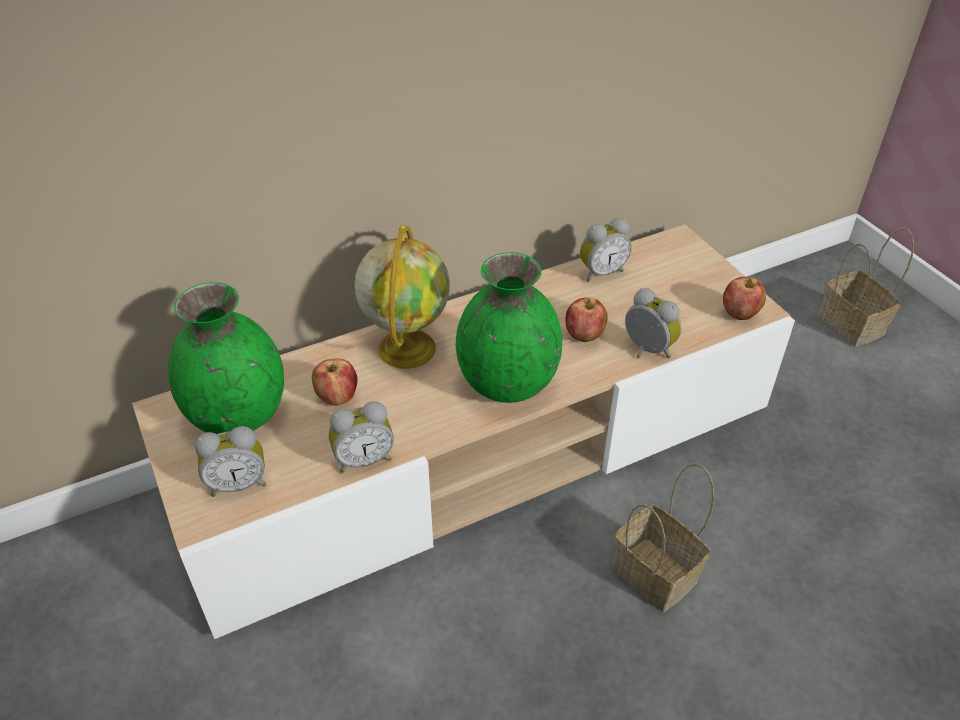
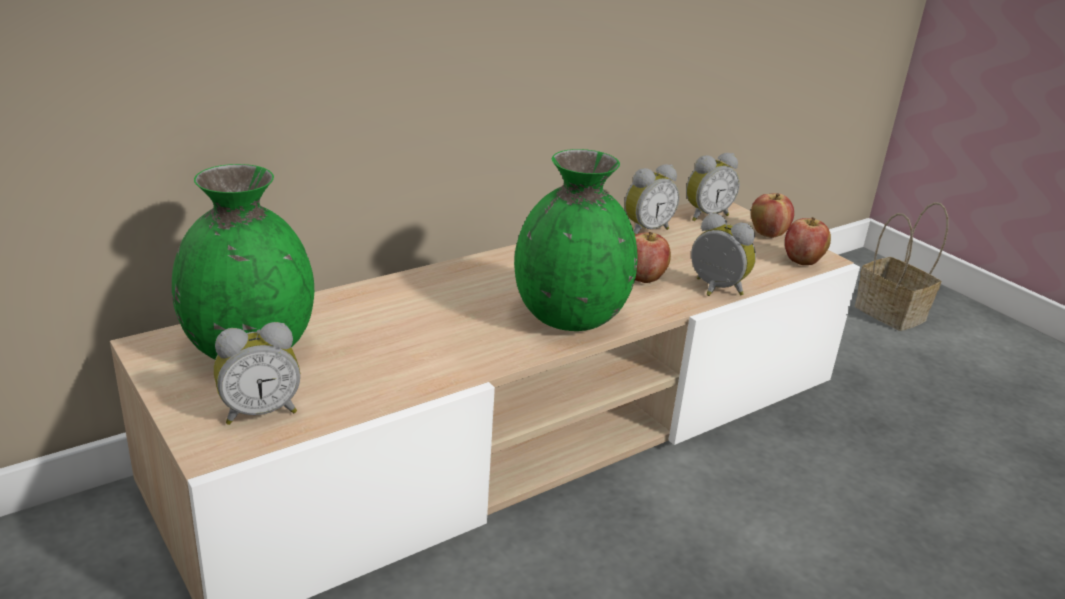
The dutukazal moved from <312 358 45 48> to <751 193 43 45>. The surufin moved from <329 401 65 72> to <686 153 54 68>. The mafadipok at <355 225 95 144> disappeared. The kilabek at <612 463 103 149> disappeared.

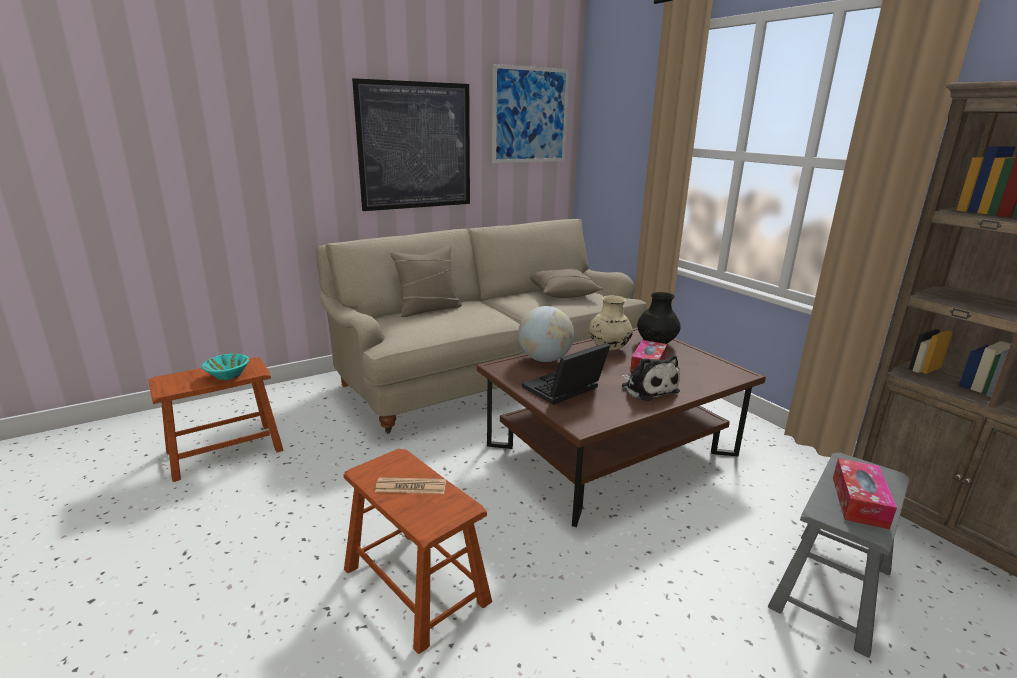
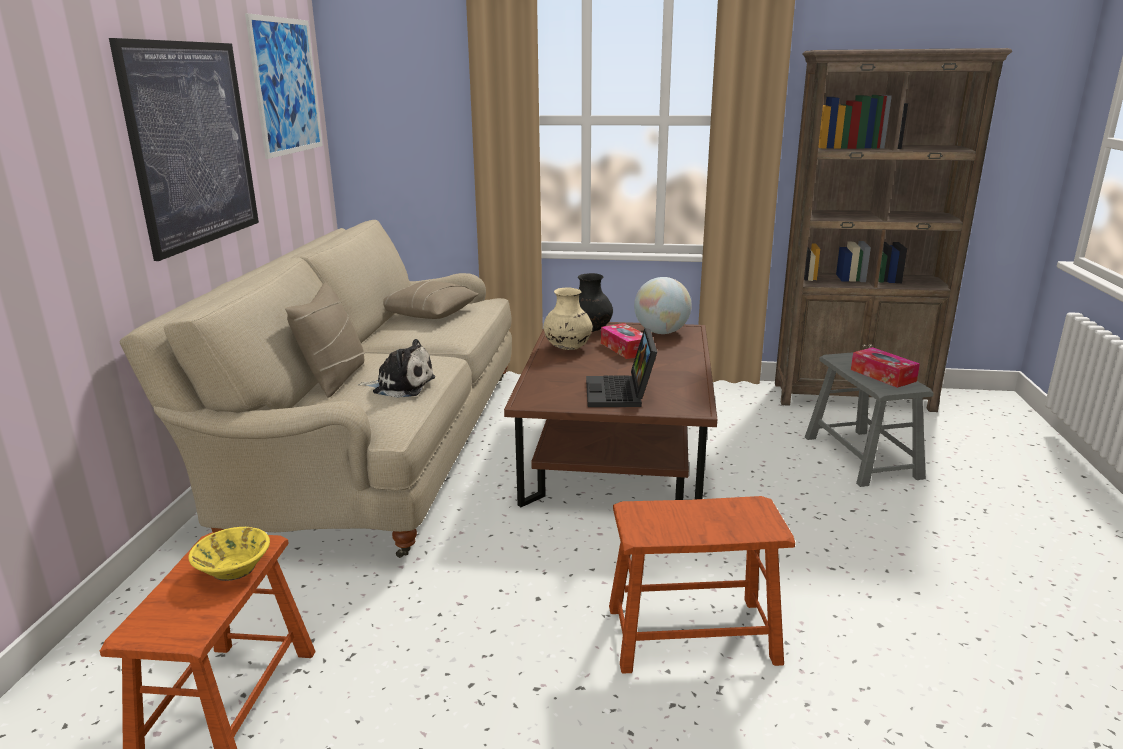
The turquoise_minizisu at <202 354 47 26> became the yellow_minizisu at <188 527 82 54>. The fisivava at <375 477 71 17> disappeared. The mafadipok moved from <518 306 56 56> to <634 277 58 57>. The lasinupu moved from <621 355 59 46> to <358 339 77 59>.

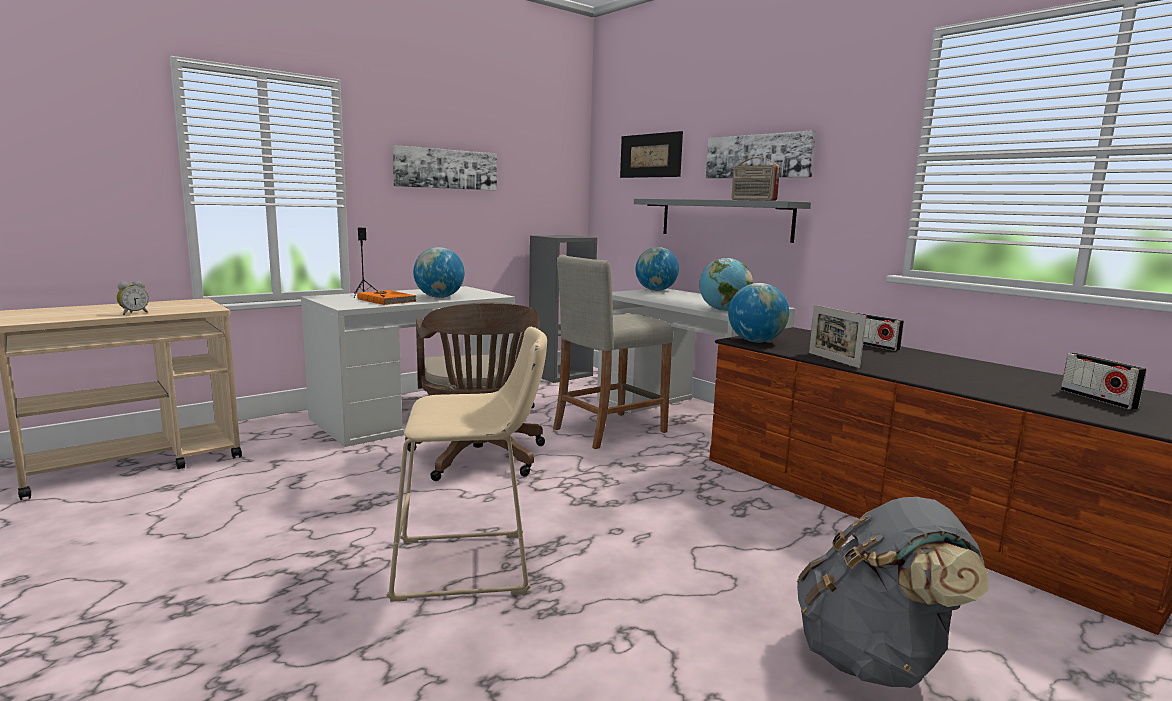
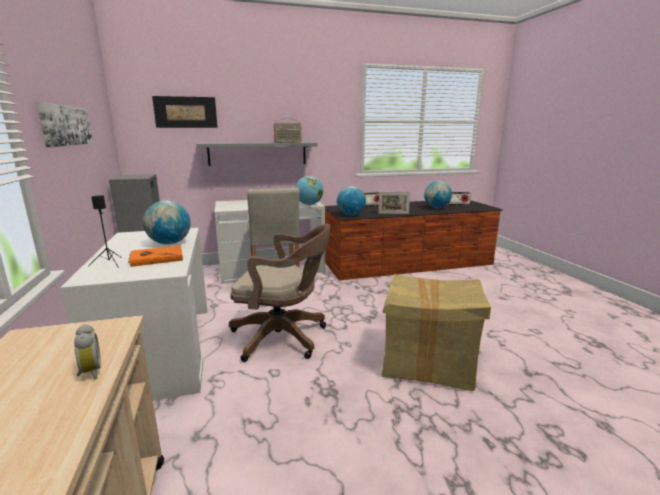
The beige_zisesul at <386 327 161 275> was replaced by the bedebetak at <381 274 110 117>. The mafadipok moved from <636 247 43 44> to <424 181 28 27>. The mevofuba at <706 130 110 49> disappeared. The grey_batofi at <797 497 192 191> disappeared.

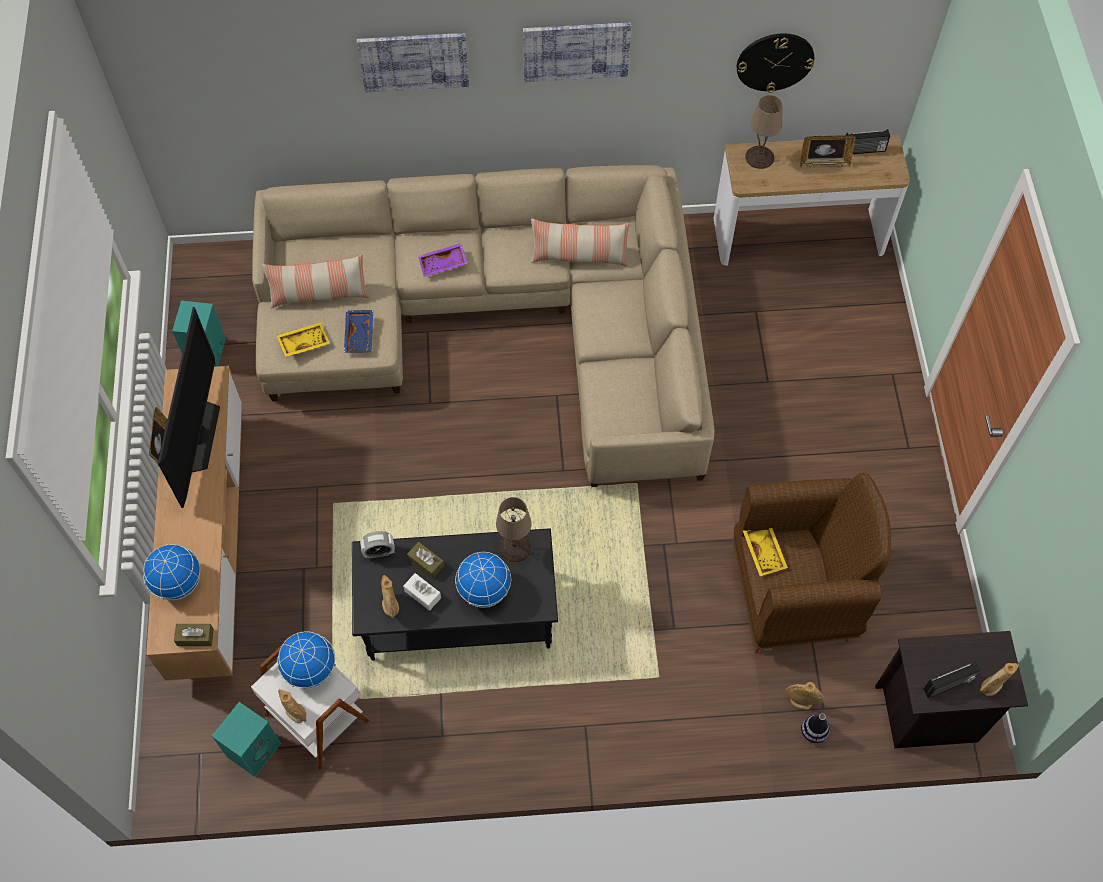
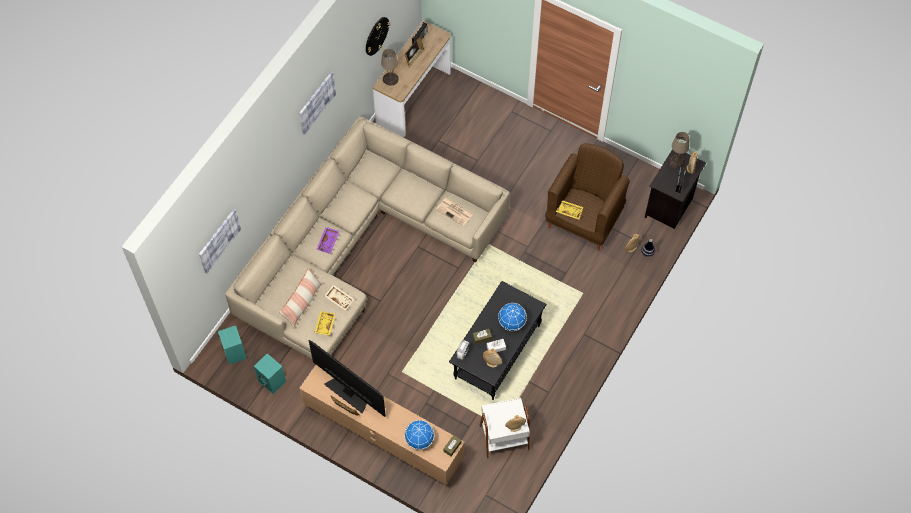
The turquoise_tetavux moved from <212 702 69 75> to <218 325 29 40>. The mafadipok at <277 631 58 58> disappeared. The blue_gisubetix at <344 310 29 43> became the beige_gisubetix at <325 285 29 26>. The mevofuba moved from <357 33 112 59> to <199 209 42 64>. The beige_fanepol moved from <496 497 36 65> to <668 132 21 36>. The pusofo at <531 218 99 49> disappeared. The fisivava at <436 198 37 28> appeared.

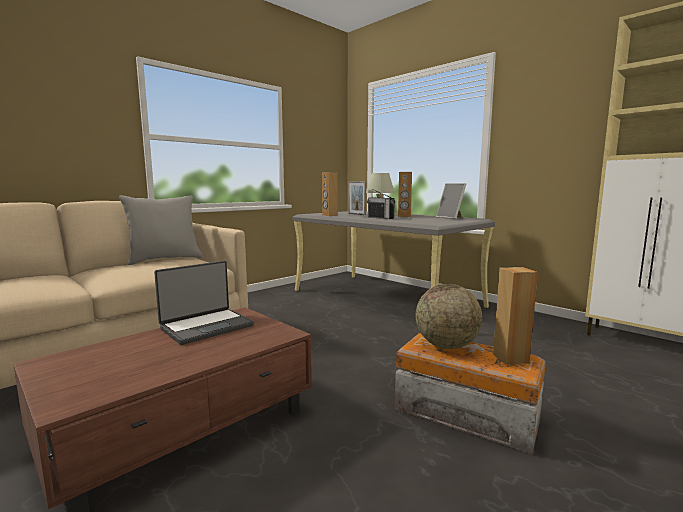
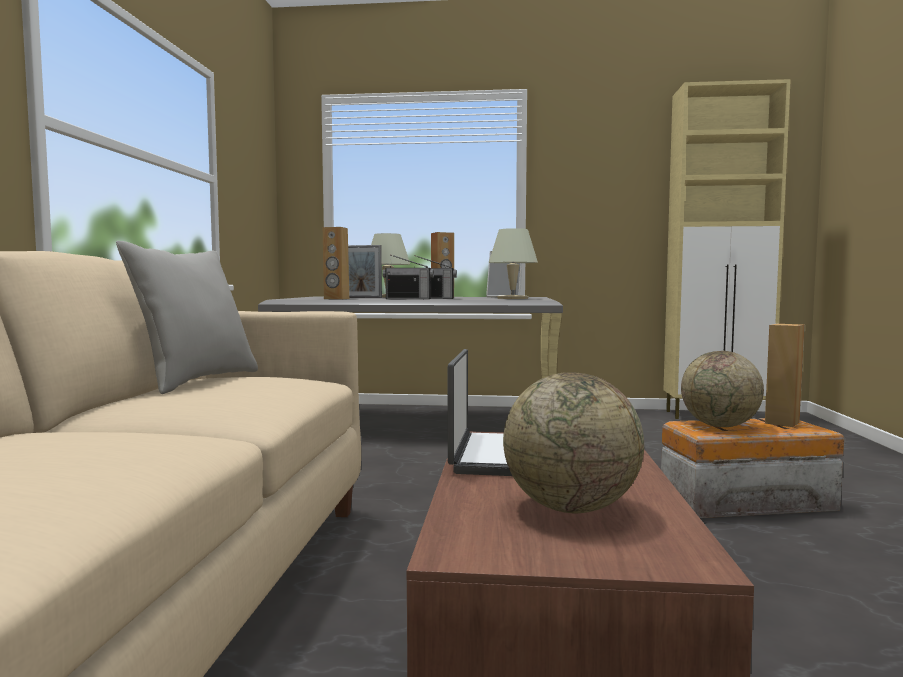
The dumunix at <382 255 52 44> appeared. The beige_fanepol at <488 228 50 71> appeared. The mafadipok at <503 372 141 141> appeared.

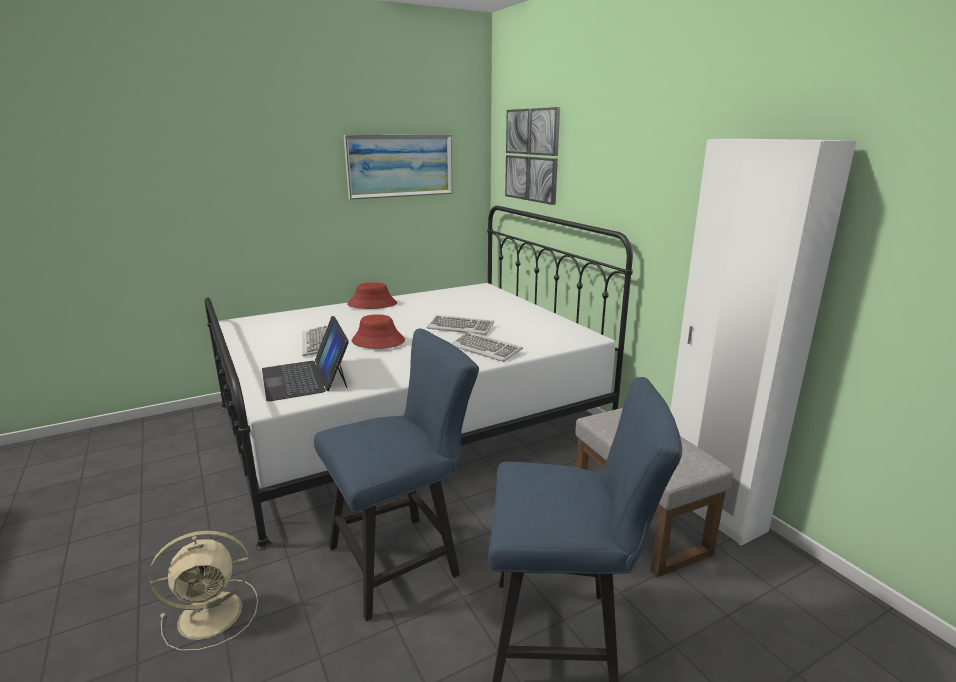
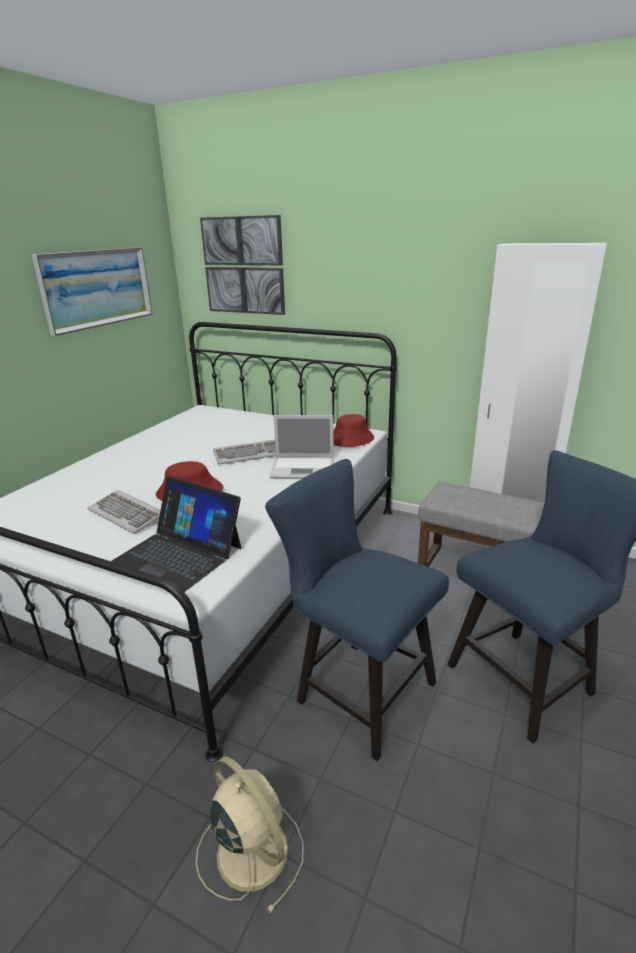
The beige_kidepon at <149 530 109 121> turned 75 degrees counterclockwise. The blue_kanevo at <314 328 165 293> turned 75 degrees counterclockwise. The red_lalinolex moved from <347 282 50 27> to <334 414 40 33>. The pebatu at <451 332 72 30> was replaced by the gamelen at <270 415 64 64>.

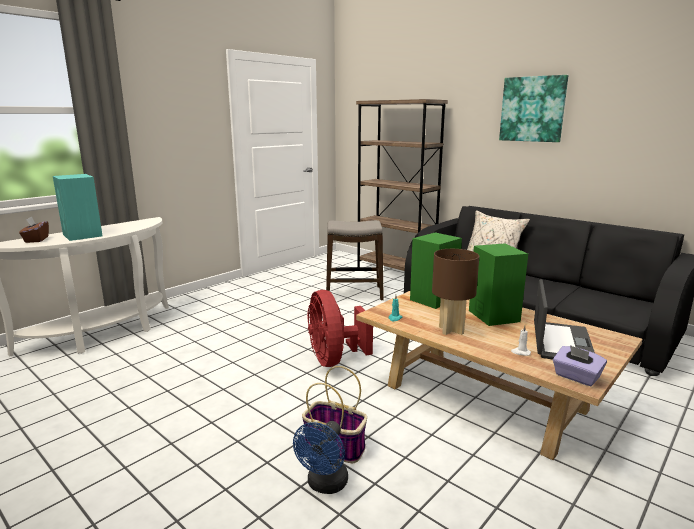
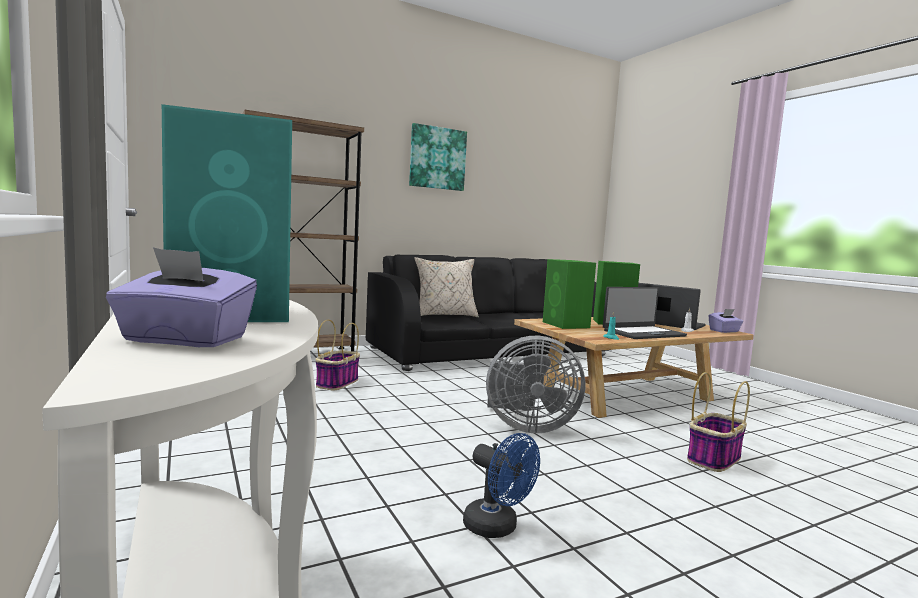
The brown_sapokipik at <19 217 30 26> became the purple_sapokipik at <106 247 151 100>. The blue_kidepon moved from <293 421 55 73> to <463 433 77 105>. The red_kidepon at <307 290 66 77> became the grey_kidepon at <486 336 99 97>. The zisesul at <326 220 58 81> was replaced by the kilabek at <315 320 45 70>. The brown_fanepol at <432 249 47 86> was replaced by the gamelen at <603 287 84 52>.

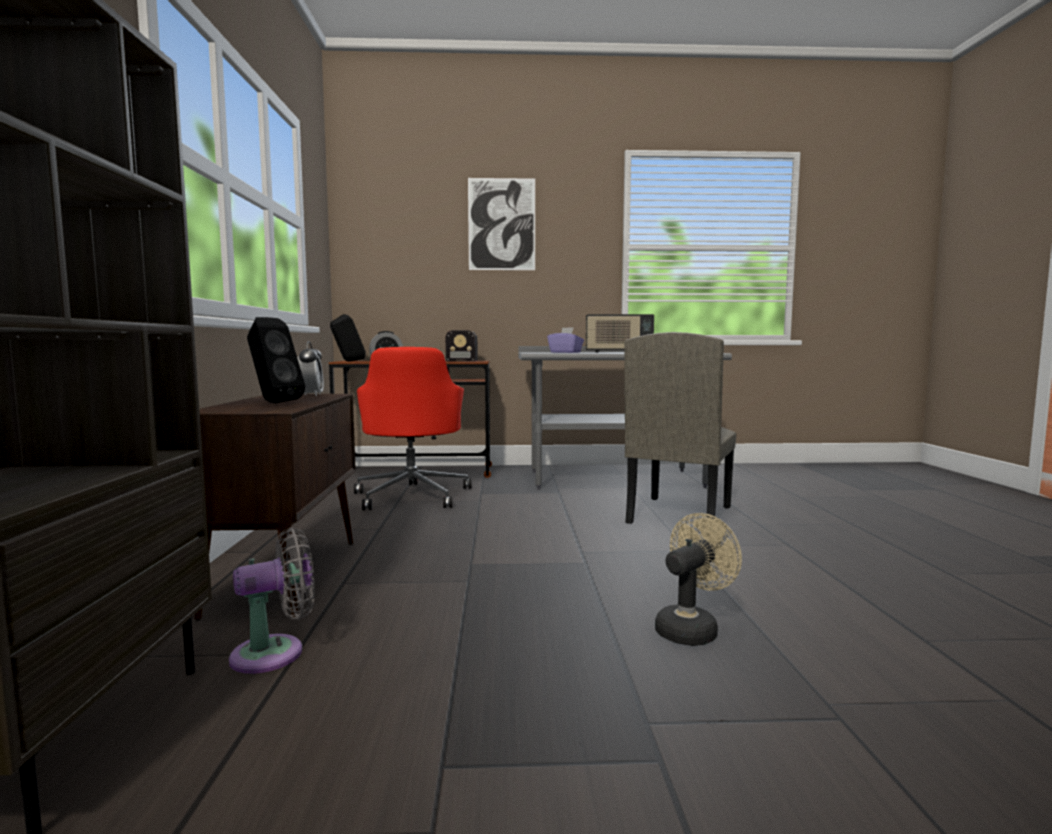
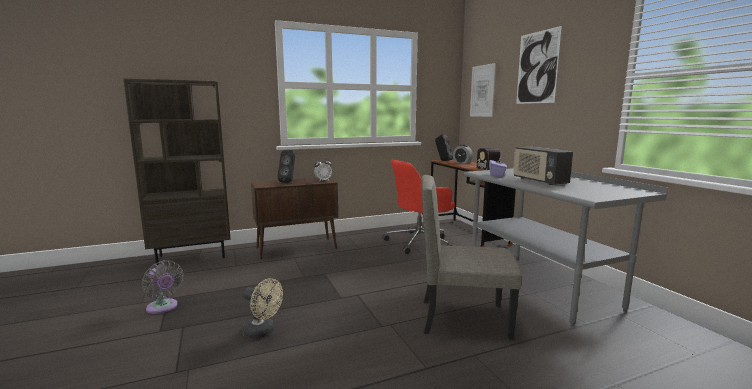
The grey_kidepon moved from <229 527 86 147> to <142 260 42 54>. The mevofuba at <470 63 26 54> appeared.

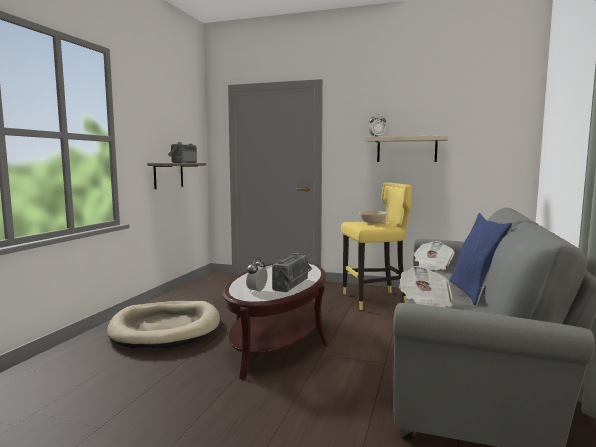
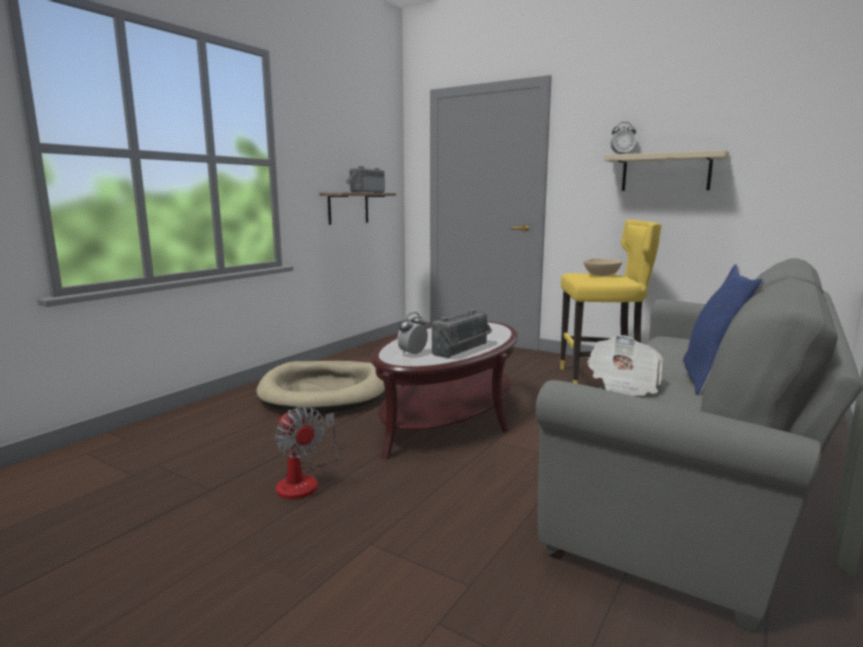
The fisivava at <414 241 41 30> disappeared. The kidepon at <275 407 63 92> appeared.

